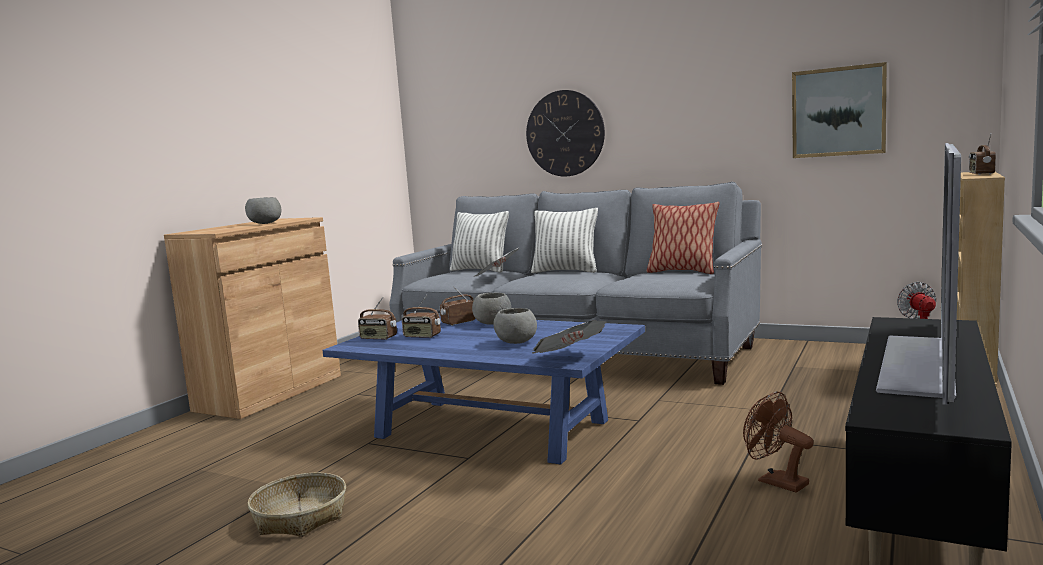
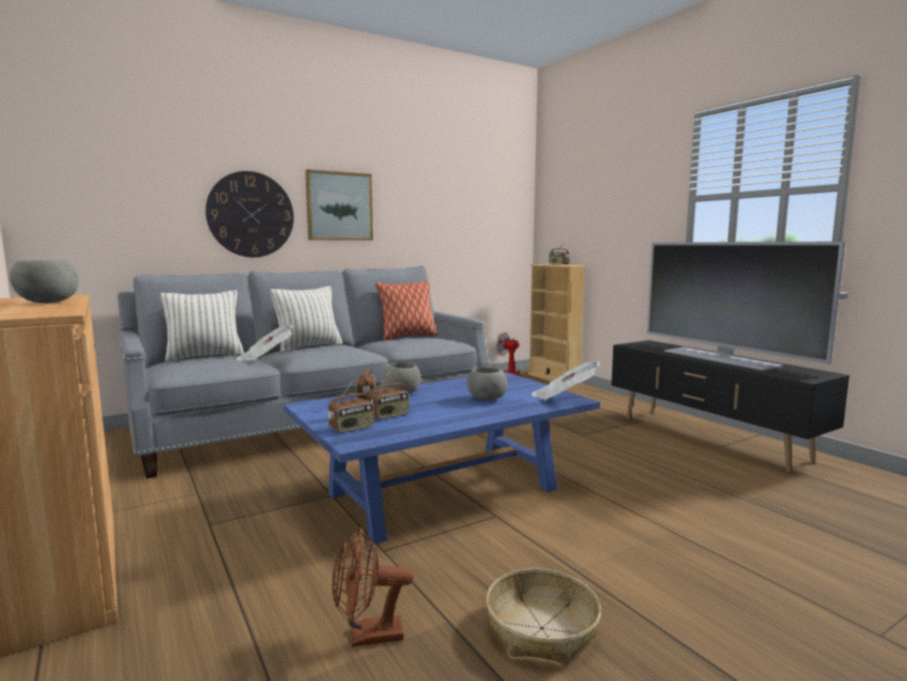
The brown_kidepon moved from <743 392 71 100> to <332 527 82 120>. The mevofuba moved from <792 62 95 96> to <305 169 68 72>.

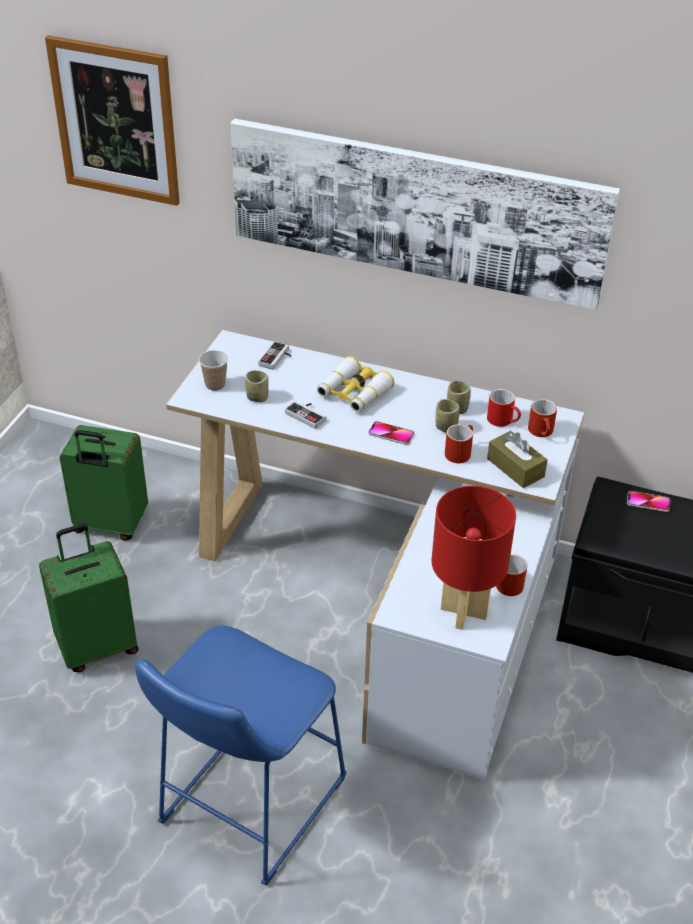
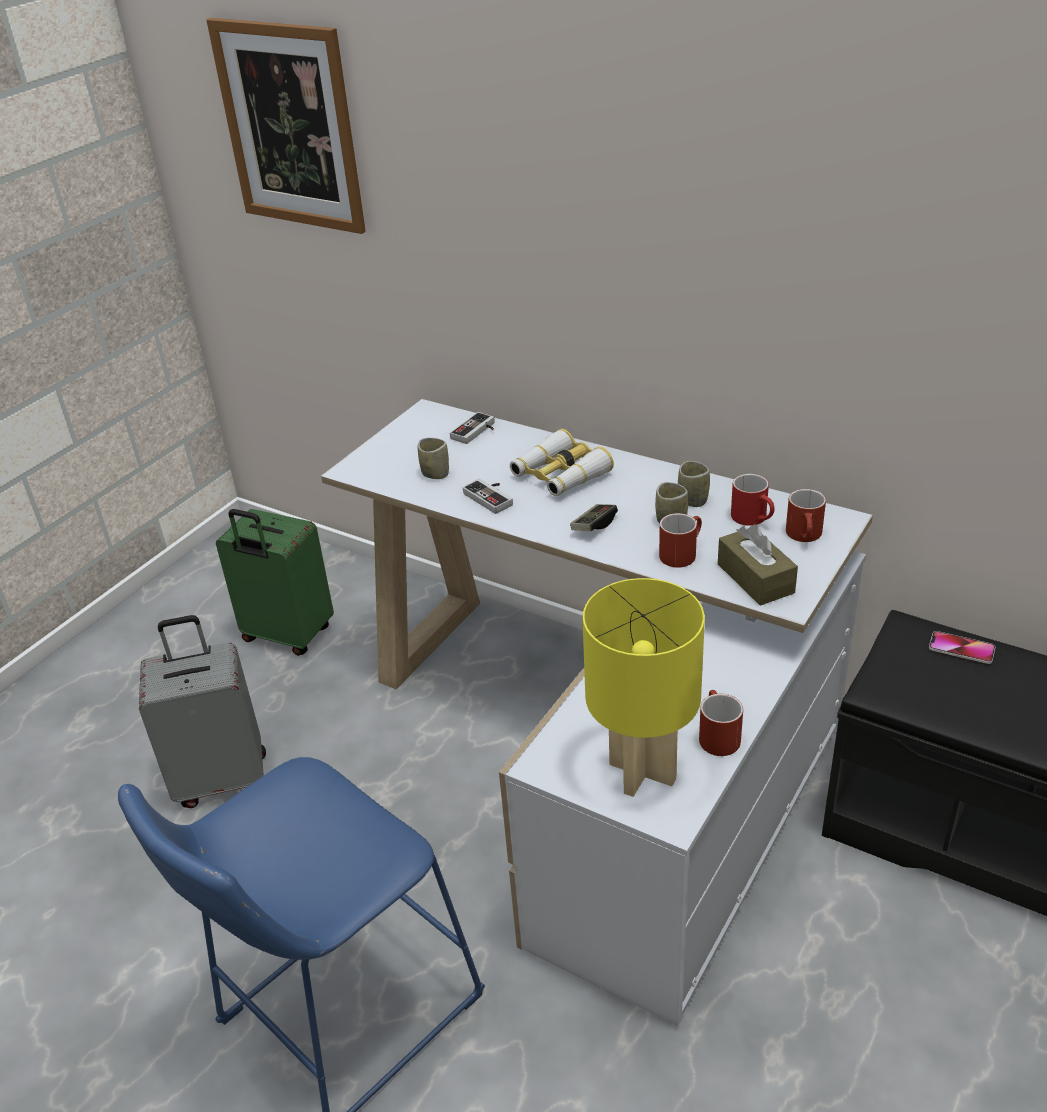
The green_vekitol at <39 524 99 148> became the grey_vekitol at <139 615 127 193>. The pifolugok at <199 350 29 41> disappeared. The mevofuba at <231 119 389 191> disappeared. The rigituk at <368 421 47 24> was replaced by the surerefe at <570 504 48 27>. The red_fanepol at <432 486 84 144> became the yellow_fanepol at <583 578 122 219>.

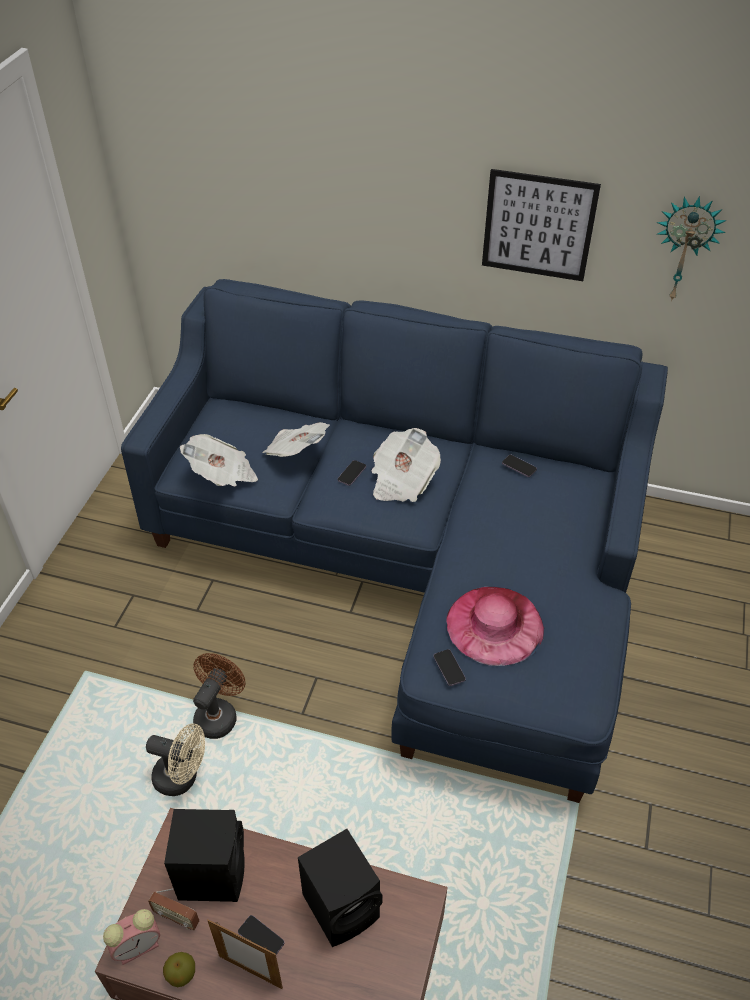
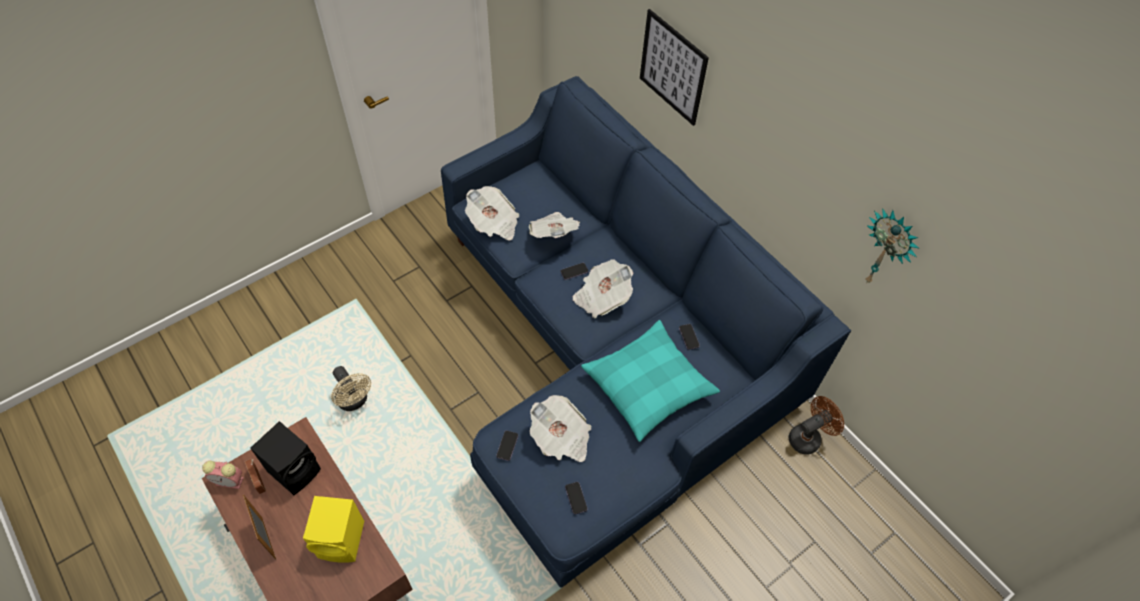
The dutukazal at <163 952 32 35> disappeared. The brown_kidepon moved from <193 653 52 86> to <789 396 55 59>. The rigituk moved from <238 915 47 40> to <565 482 23 32>. The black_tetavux at <298 829 84 118> became the yellow_tetavux at <303 496 61 67>. The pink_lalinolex at <446 587 98 79> was replaced by the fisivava at <529 395 62 67>. The mevofuba moved from <482 169 119 112> to <640 9 69 117>. The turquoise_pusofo at <581 320 139 122> appeared.

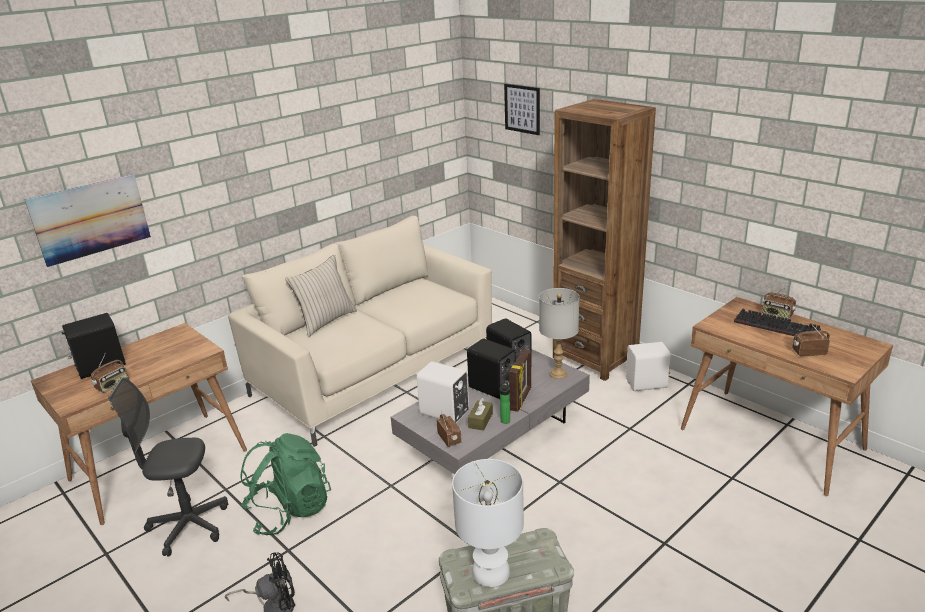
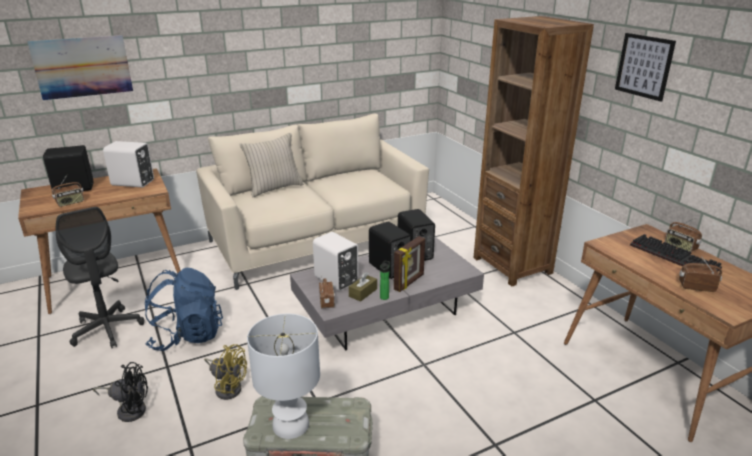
The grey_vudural at <108 377 120 180> turned 135 degrees counterclockwise. The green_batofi at <241 433 90 102> became the blue_batofi at <145 268 78 83>. The mevofuba moved from <504 84 36 51> to <615 33 61 68>. The grey_fanepol at <539 288 40 91> disappeared. The white_tetavux moved from <626 342 45 49> to <103 141 51 47>. The yellow_kidepon at <204 344 43 56> appeared.

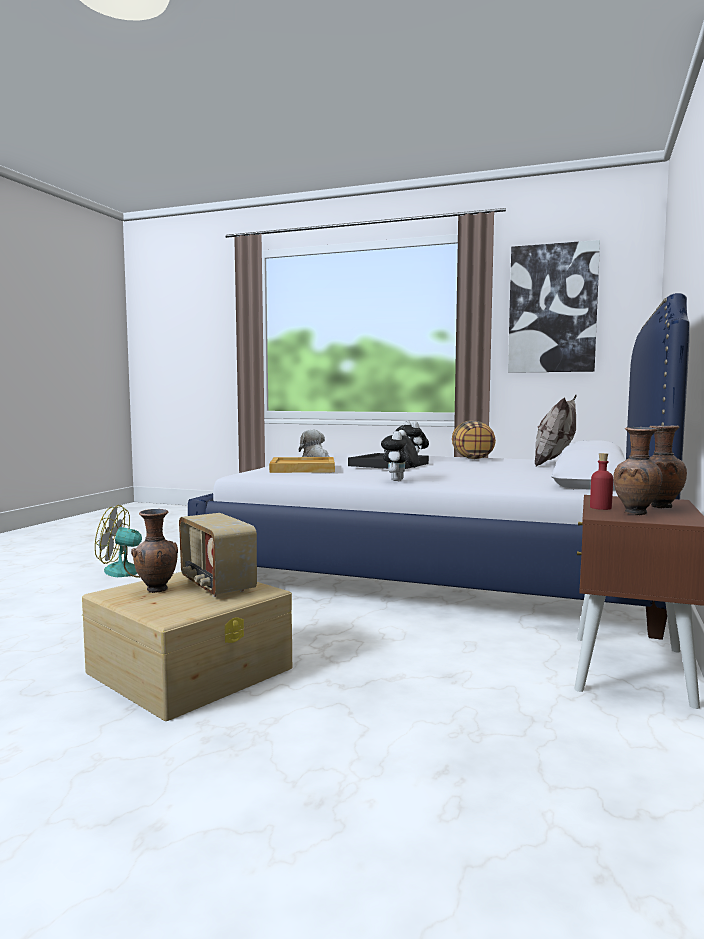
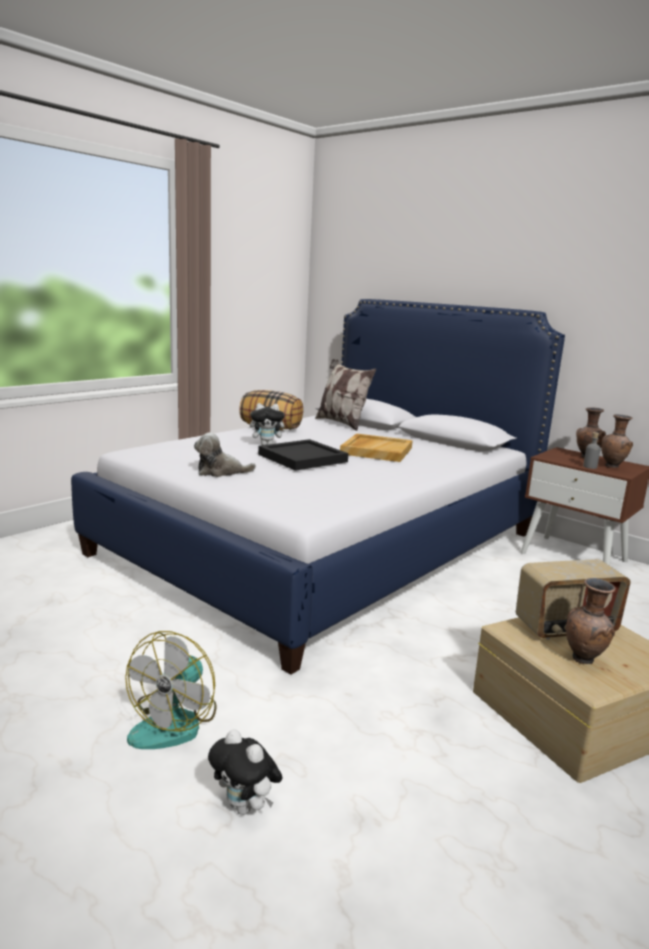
The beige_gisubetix moved from <269 457 66 16> to <340 433 73 29>. The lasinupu moved from <381 430 38 51> to <208 729 74 86>. The mevofuba at <508 240 92 133> disappeared. The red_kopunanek at <590 453 23 57> became the grey_kopunanek at <583 432 18 37>.

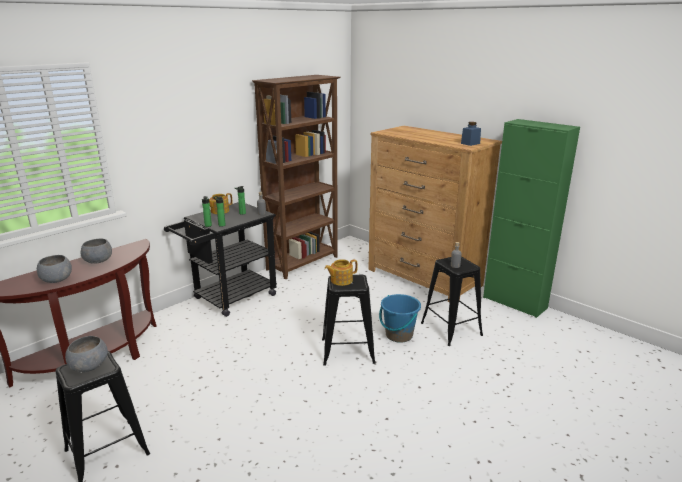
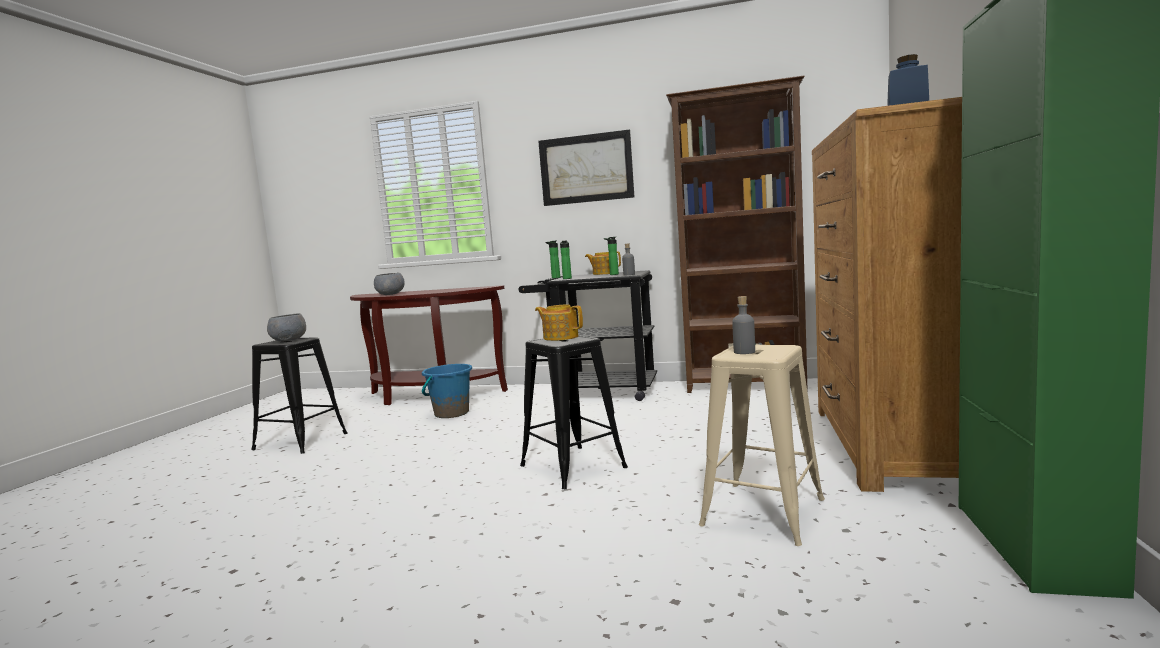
The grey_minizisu at <81 239 31 25> disappeared. The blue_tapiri moved from <379 294 42 49> to <422 364 50 54>. The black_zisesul at <421 256 62 90> became the beige_zisesul at <699 344 126 202>. The mevofuba at <538 129 96 77> appeared.

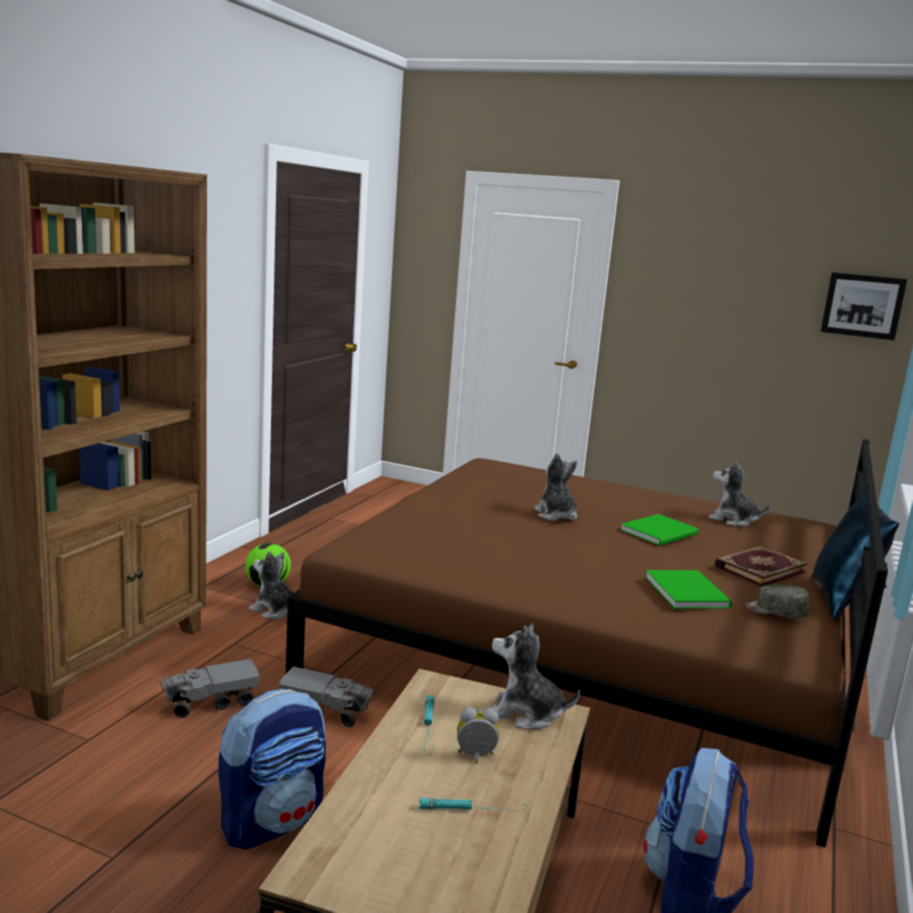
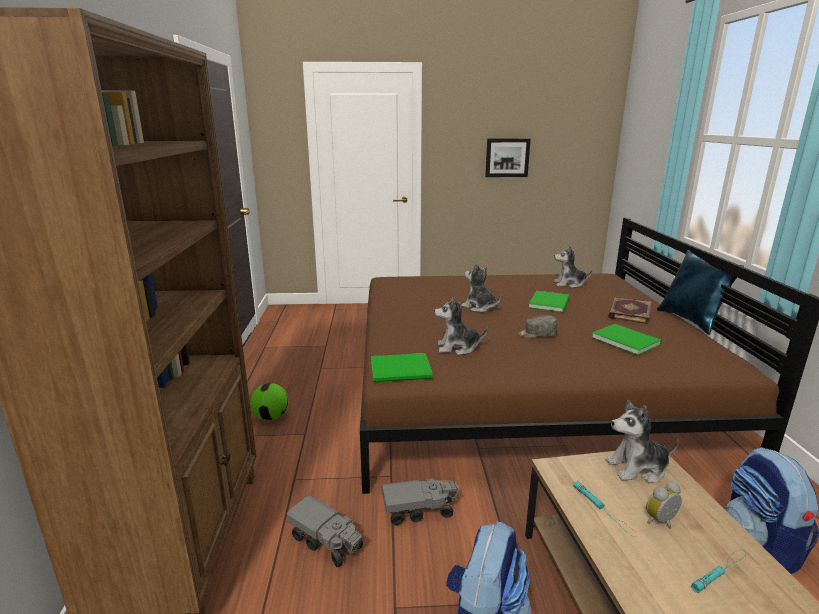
The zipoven at <159 659 100 59> turned 90 degrees counterclockwise. The lasinupu moved from <249 551 44 68> to <434 297 54 58>. The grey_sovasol moved from <745 585 65 33> to <518 315 40 23>. The mevofuba moved from <821 272 86 68> to <485 138 46 39>. The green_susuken at <371 353 62 29> appeared.

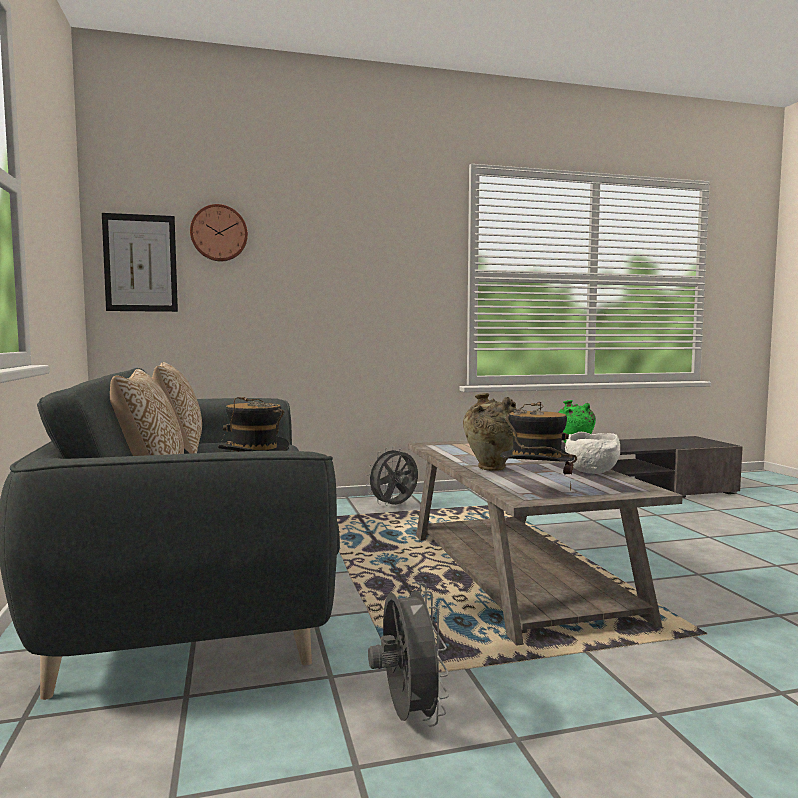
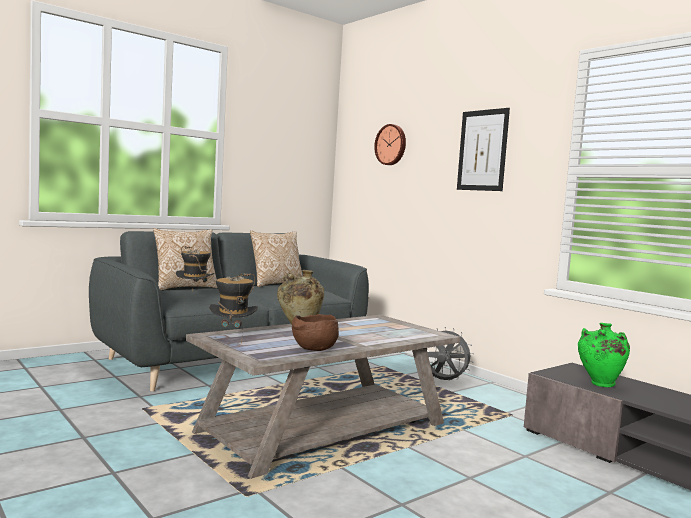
The mevofuba moved from <102 213 76 99> to <457 108 53 83>. The grey_kidepon at <368 582 81 145> disappeared. The white_minizisu at <565 432 55 42> became the brown_minizisu at <292 314 47 37>.

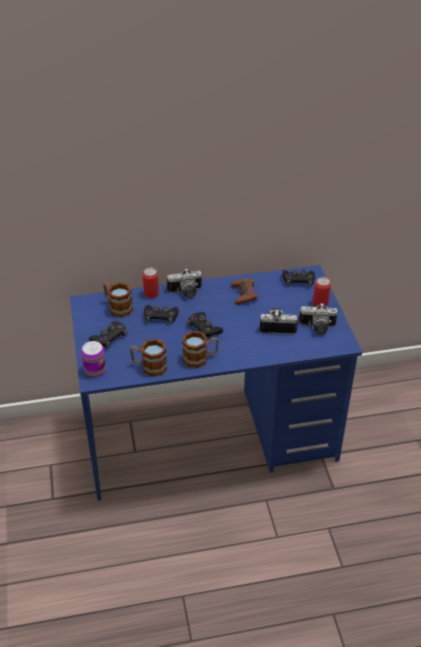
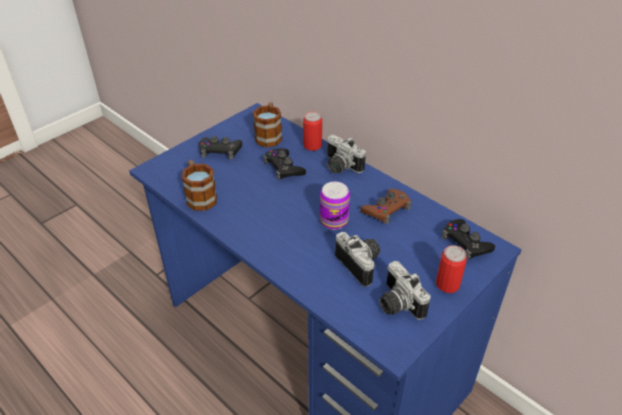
The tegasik moved from <81 341 25 36> to <320 182 30 48>. The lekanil at <182 331 37 37> disappeared. The black_surerefe at <187 312 36 25> disappeared.

